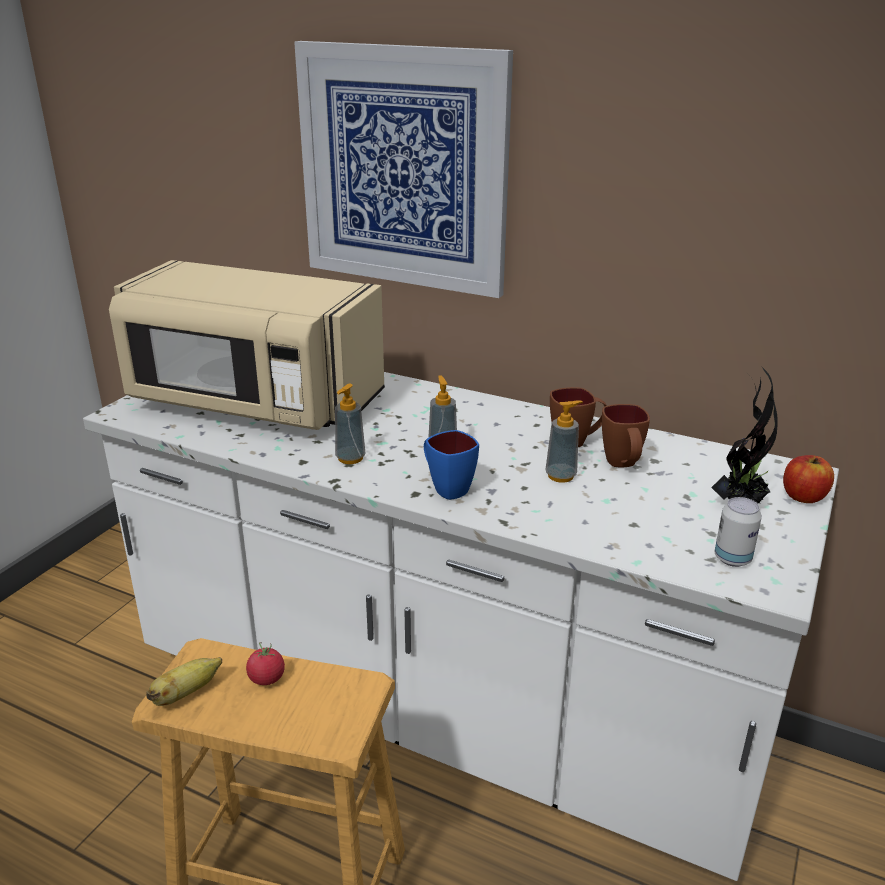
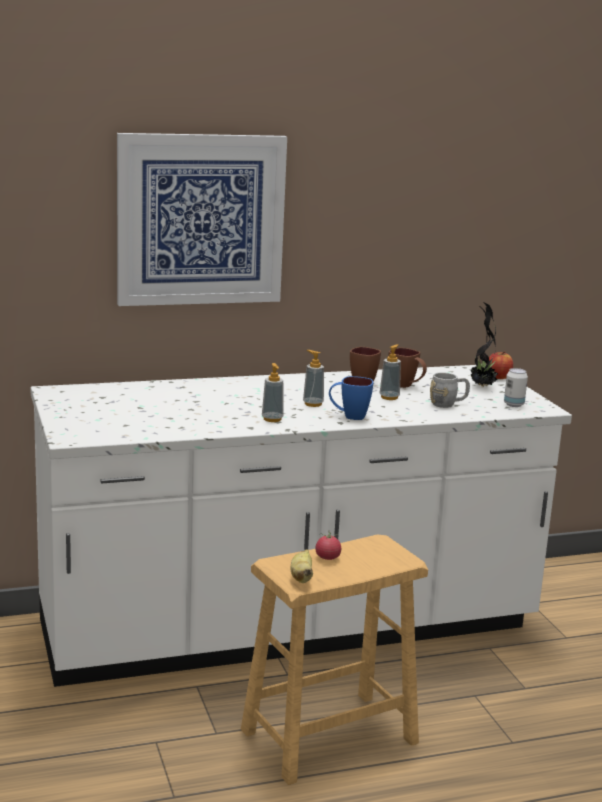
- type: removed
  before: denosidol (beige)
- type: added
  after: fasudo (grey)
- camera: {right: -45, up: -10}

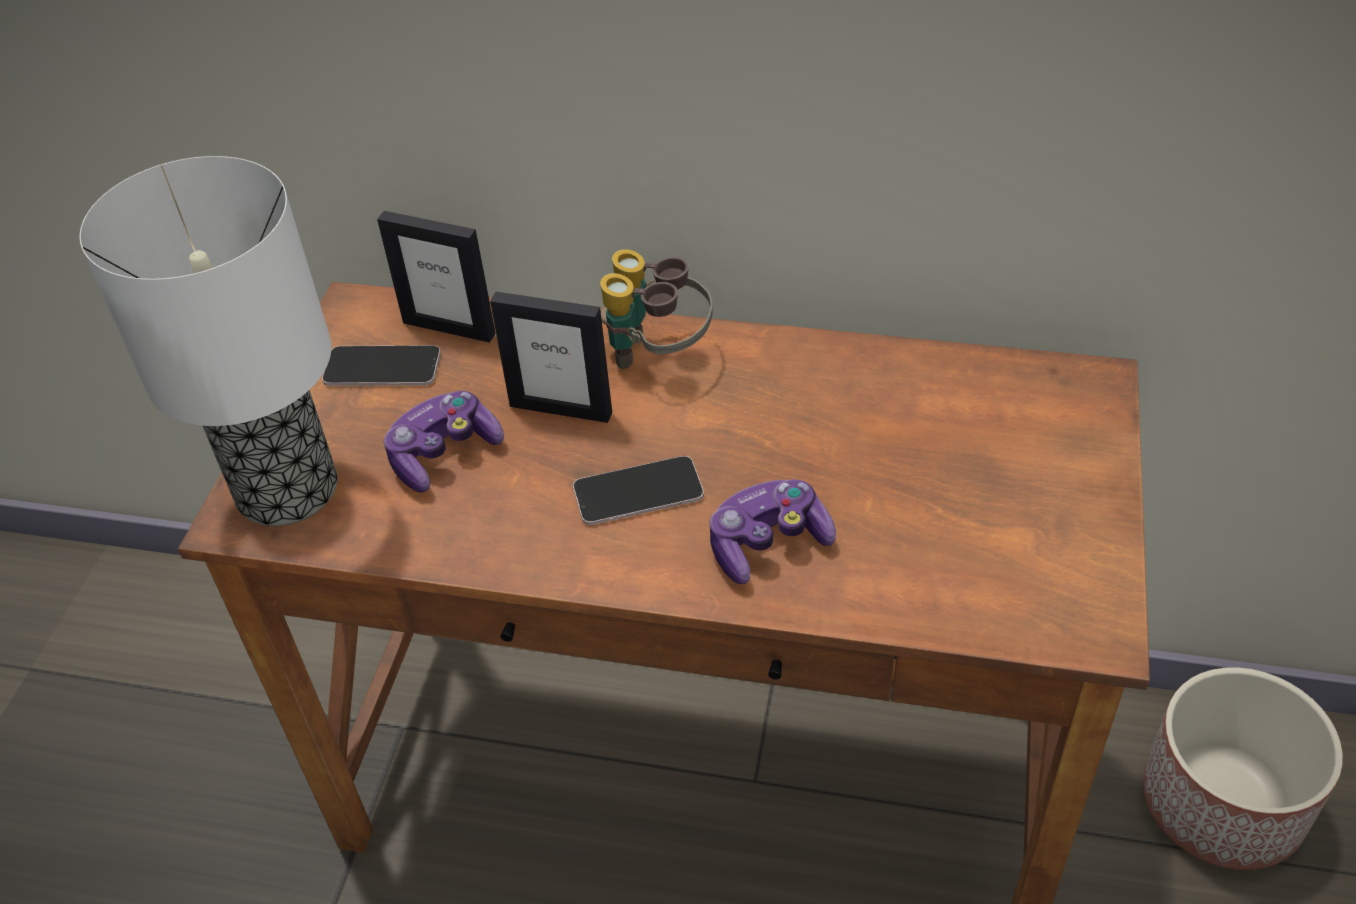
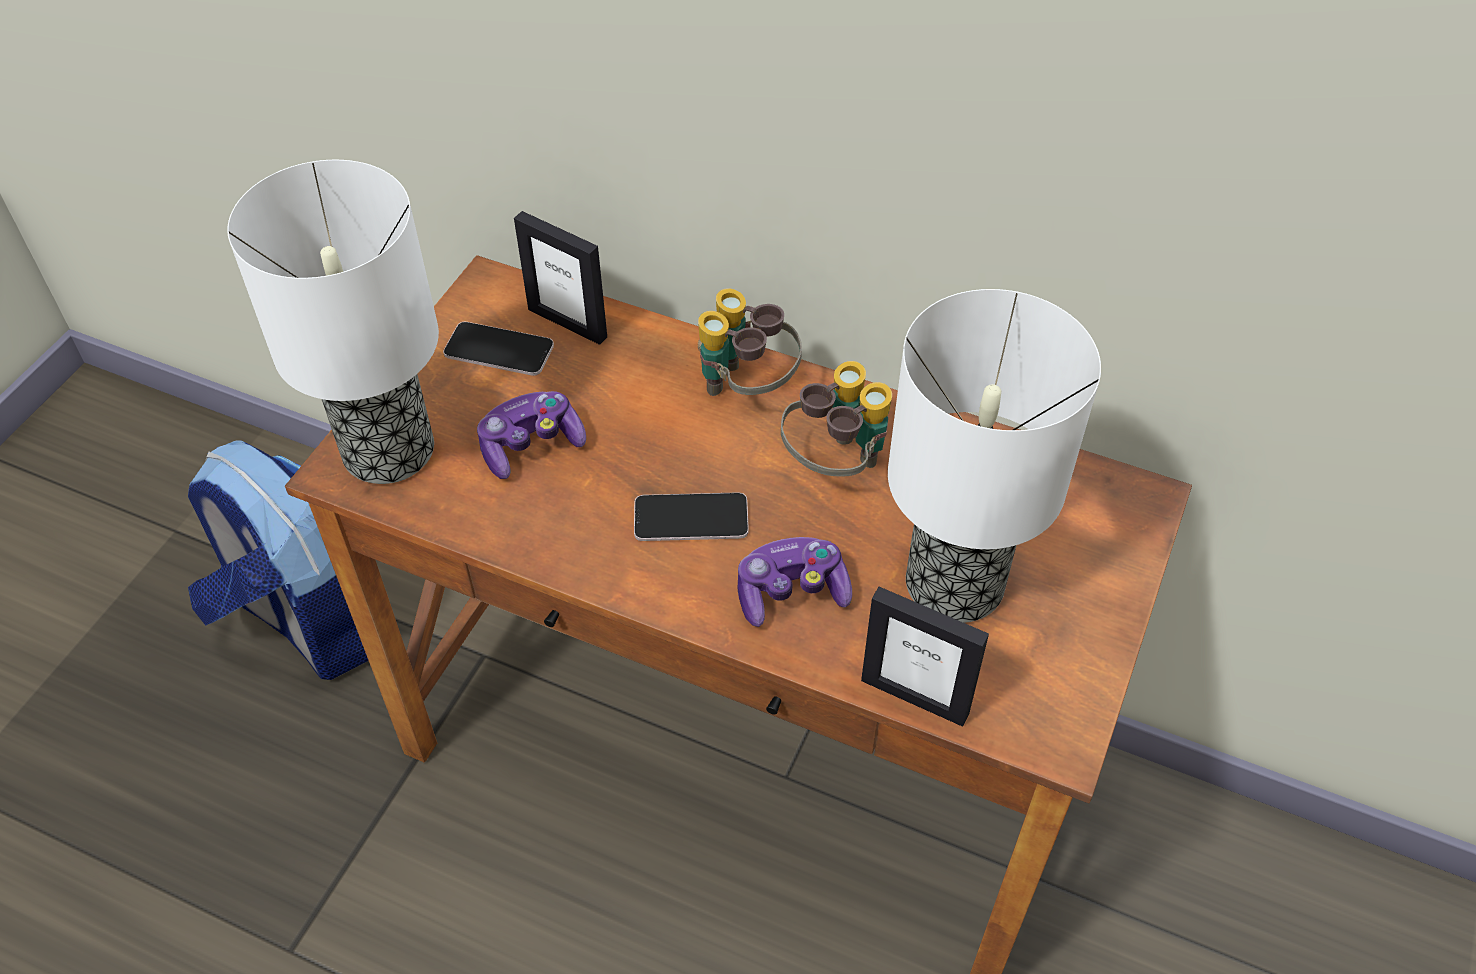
- type: moved
  before: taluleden (2nd from left)
- type: removed
  before: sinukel
- type: added
  after: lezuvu
- type: added
  after: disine (2nd from left)
- type: added
  after: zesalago (2nd from left)
- camera: {right: 10, up: 5}

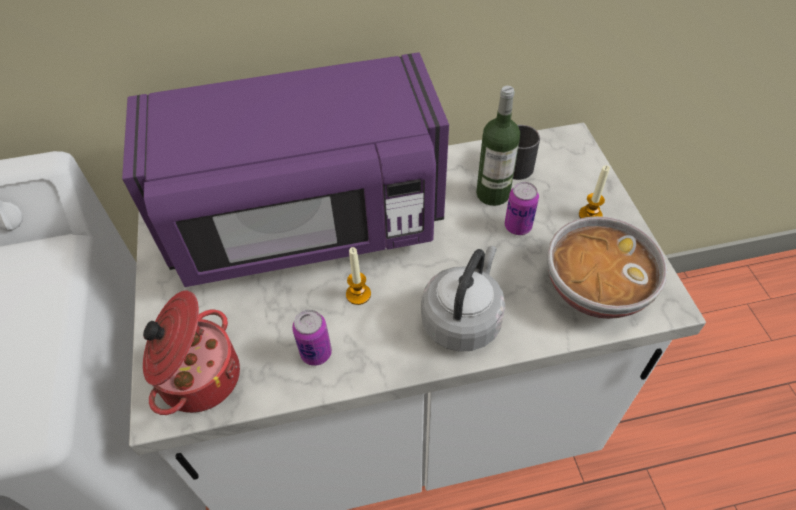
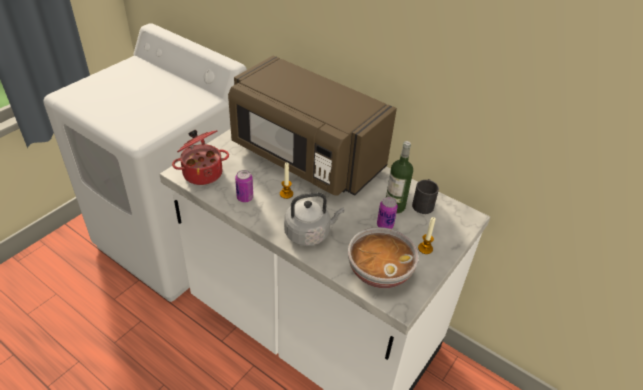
- type: recoloured
  before: denosidol (purple)
  after: denosidol (brown)
- camera: {right: 45, up: -10}

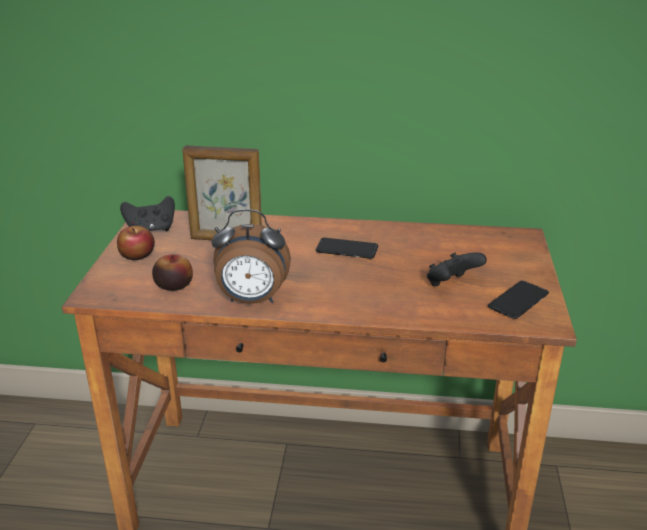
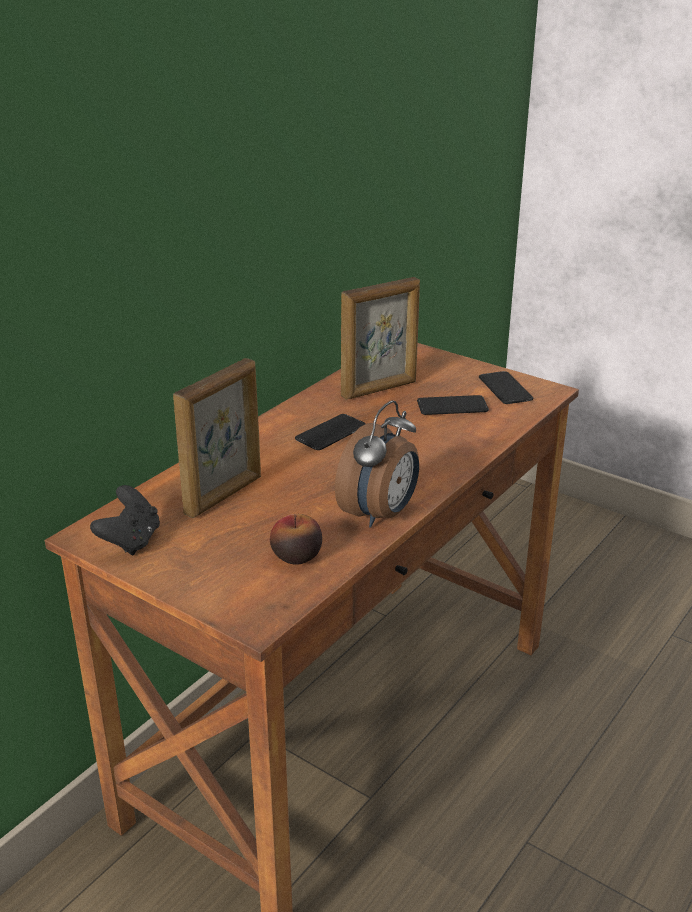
- type: removed
  before: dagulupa (1st from left)
- type: replaced
  before: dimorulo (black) (2nd from left)
  after: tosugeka (2nd from left)
- type: added
  after: taluleden (2nd from left)
- camera: {right: -60, up: 0}

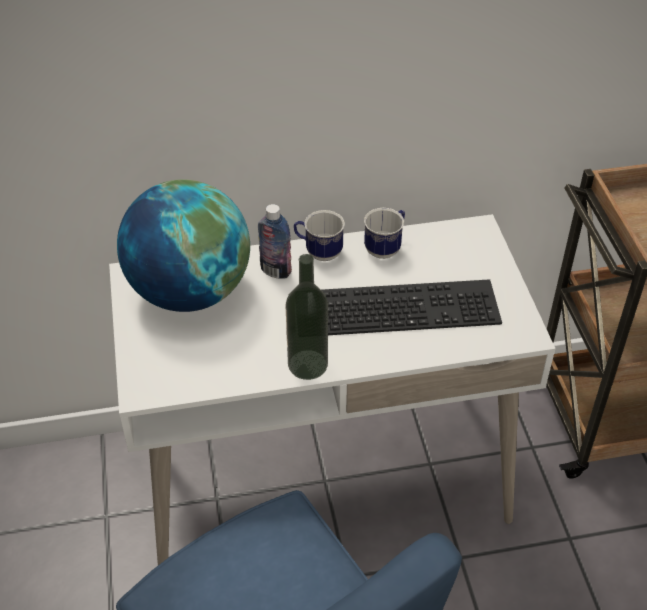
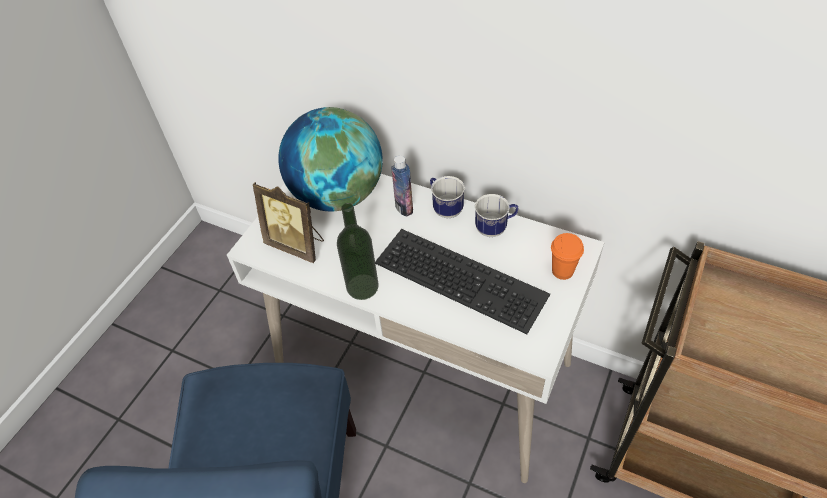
- type: added
  after: taluleden
- type: added
  after: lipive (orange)
- camera: {right: 40, up: 5}

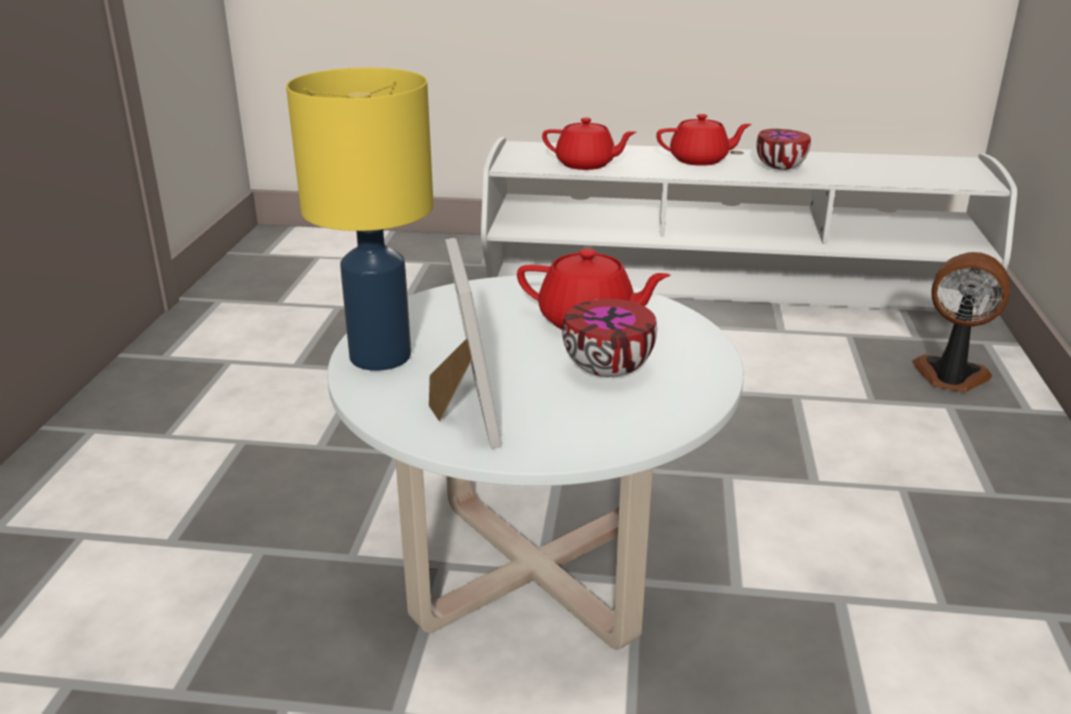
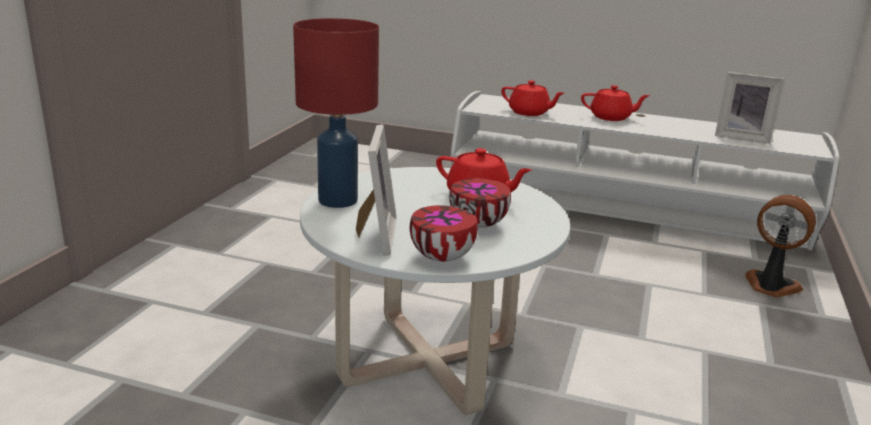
- type: recoloured
  before: zesalago (yellow)
  after: zesalago (red)
- type: moved
  before: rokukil (2nd from left in the first image)
  after: rokukil (1st from left)
- type: added
  after: taluleden (2nd from left)
- camera: {right: 10, up: -5}

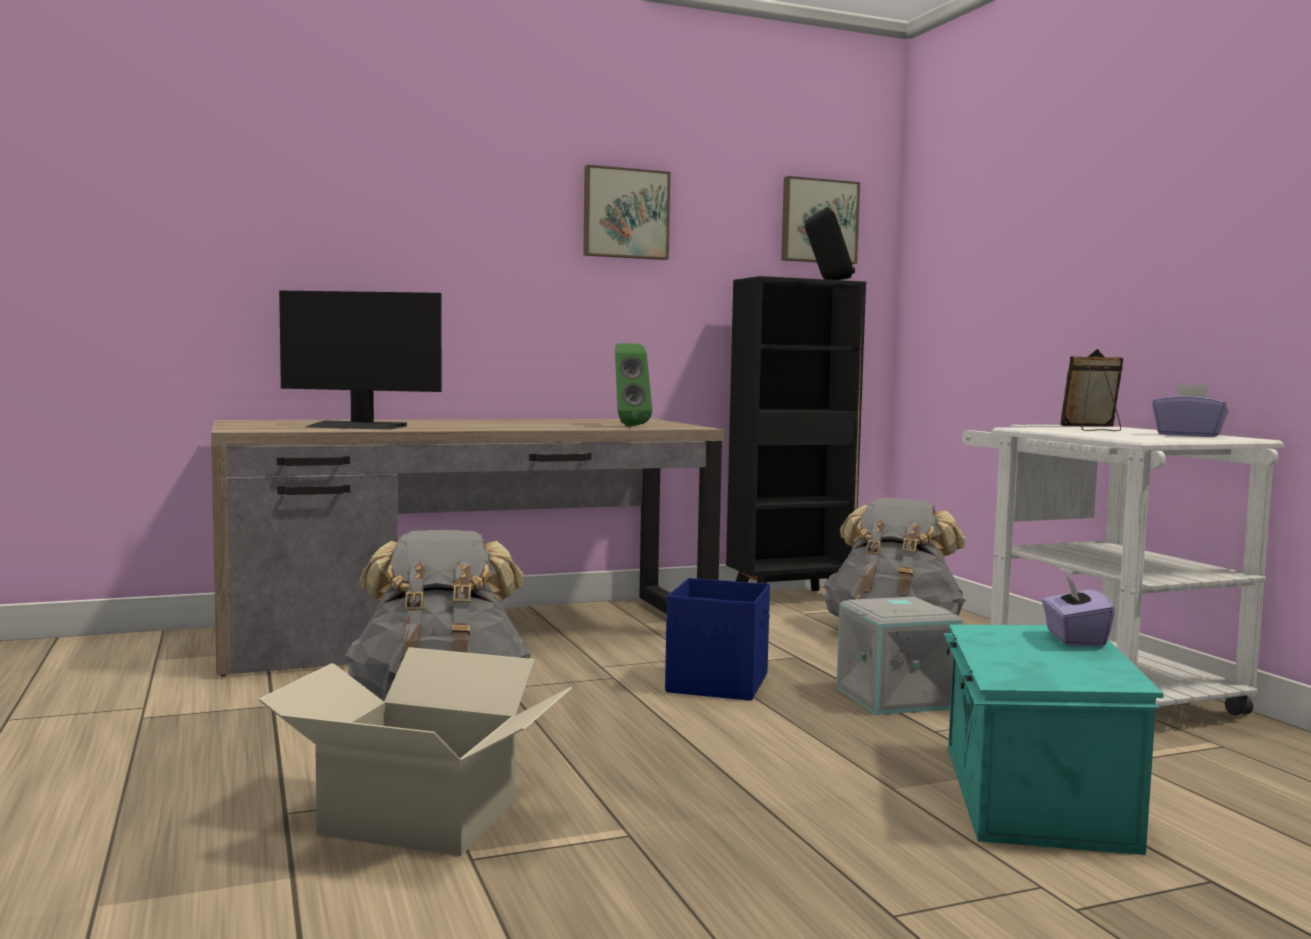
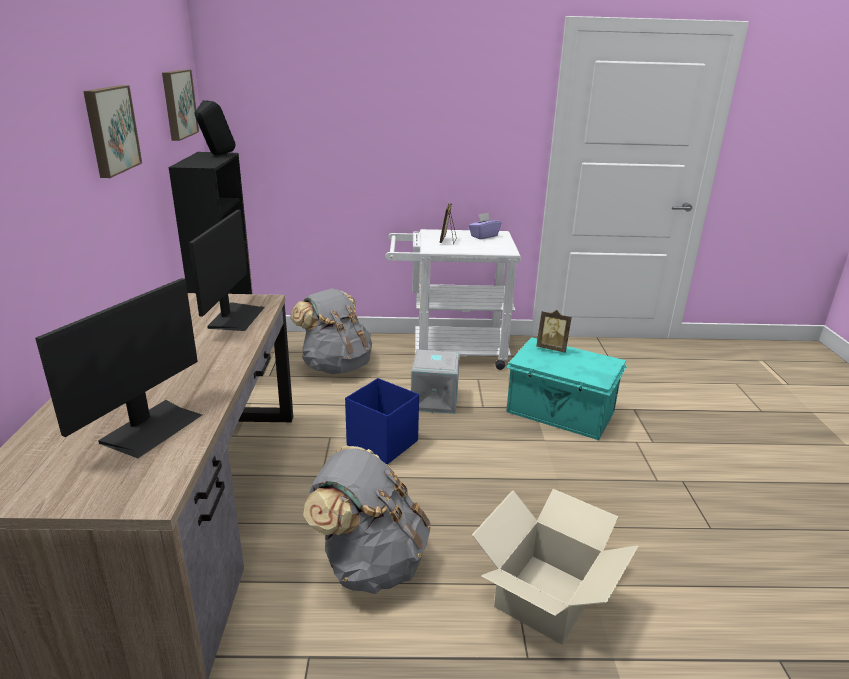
- type: replaced
  before: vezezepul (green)
  after: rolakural (2nd from left)
- type: replaced
  before: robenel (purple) (1st from left)
  after: taluleden (2nd from left)
- camera: {right: -70, up: 20}

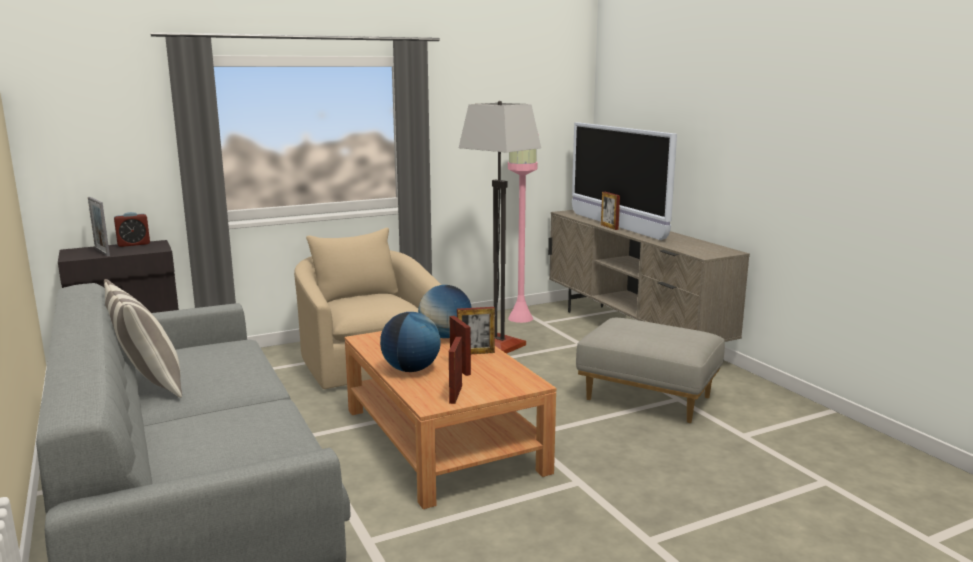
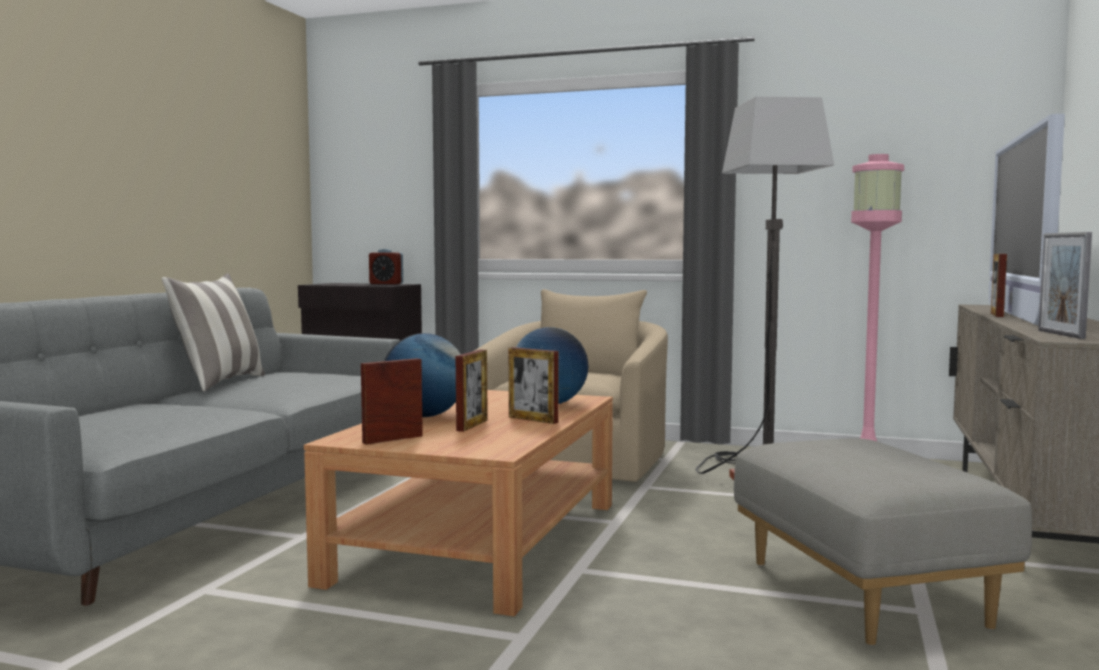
- type: moved
  before: taluleden (1st from left in the first image)
  after: taluleden (5th from left)
- camera: {right: 45, up: -10}

